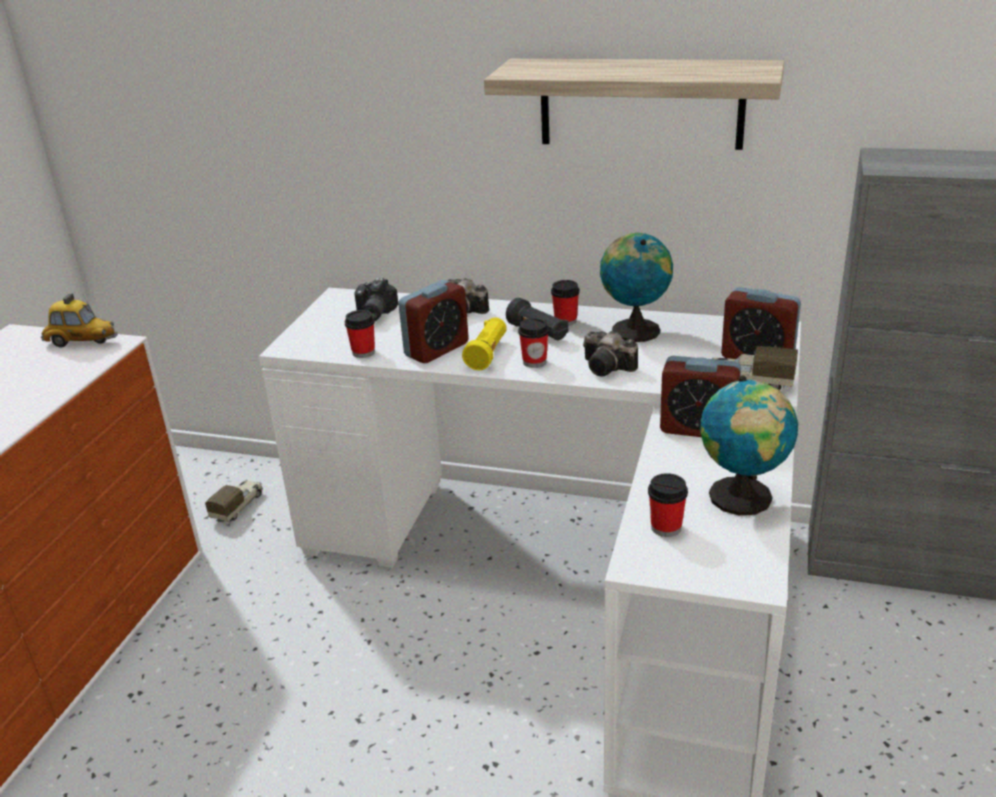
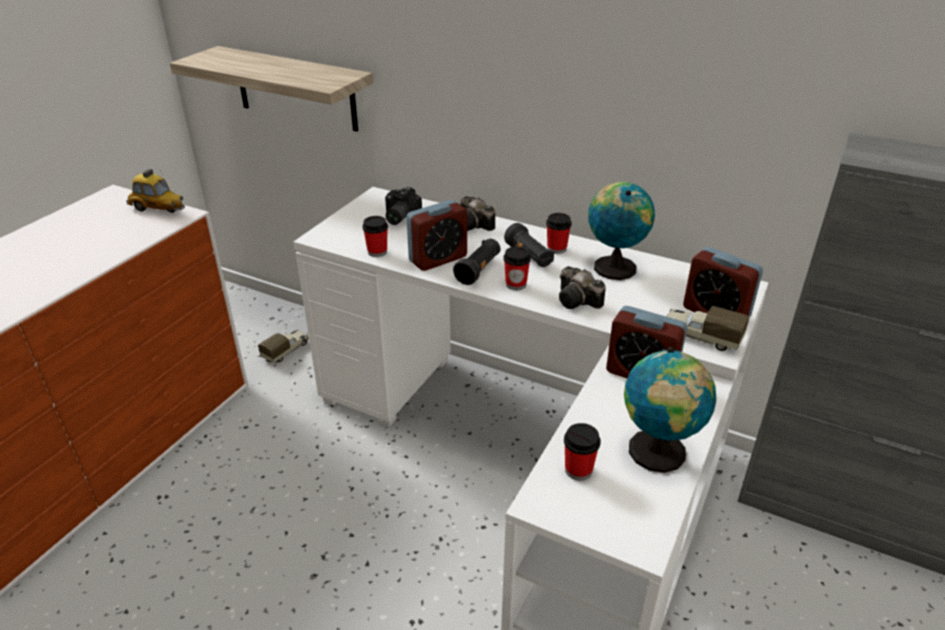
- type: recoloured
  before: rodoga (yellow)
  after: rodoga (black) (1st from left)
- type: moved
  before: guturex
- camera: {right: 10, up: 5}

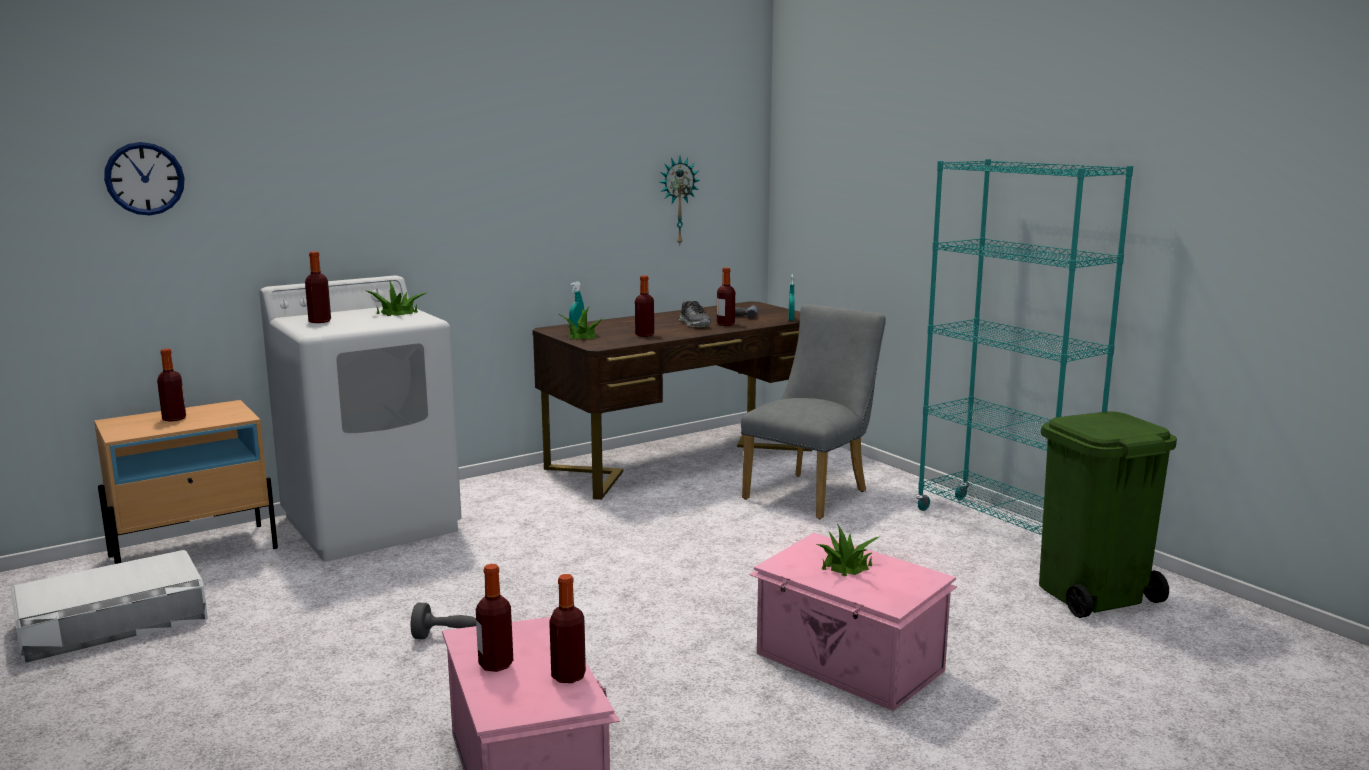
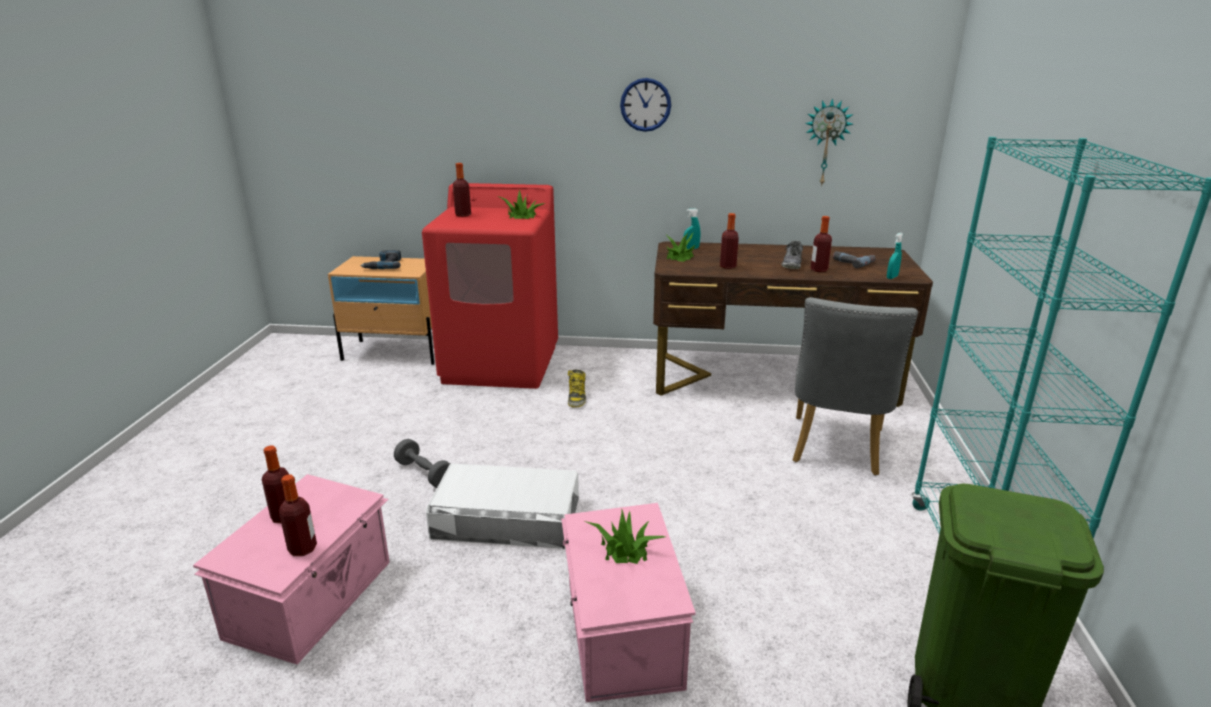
- type: moved
  before: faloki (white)
- type: moved
  before: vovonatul (1st from left)
- type: replaced
  before: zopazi (1st from left)
  after: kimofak (1st from left)
- type: recoloured
  before: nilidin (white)
  after: nilidin (red)
- type: turned
  before: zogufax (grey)
  turn: 120
- type: added
  after: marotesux
- camera: {right: 40, up: 10}

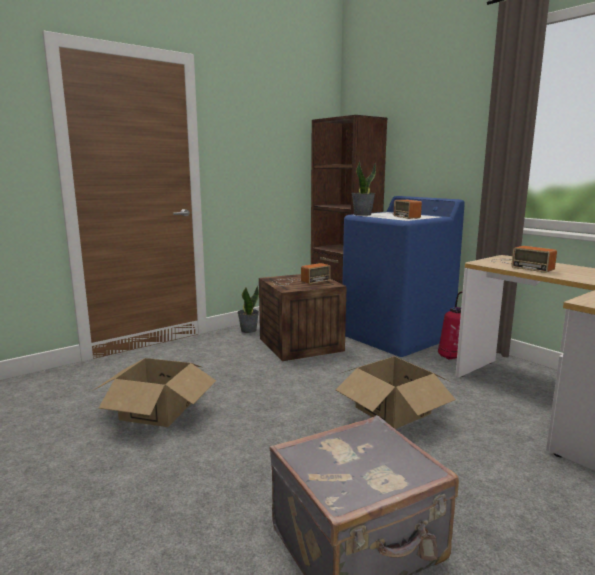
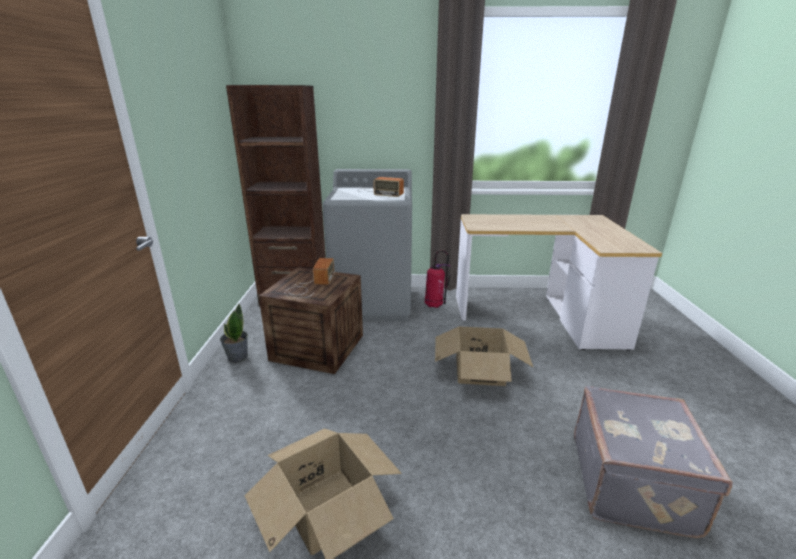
- type: recoloured
  before: nilidin (blue)
  after: nilidin (grey)
- type: removed
  before: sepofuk (2nd from left)
- type: removed
  before: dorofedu (3rd from left)
- camera: {right: -50, up: 10}

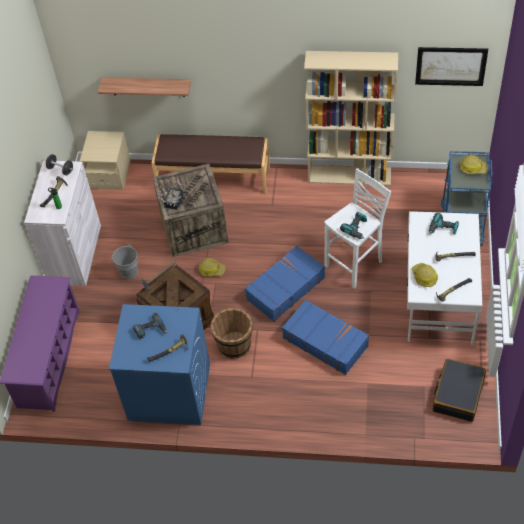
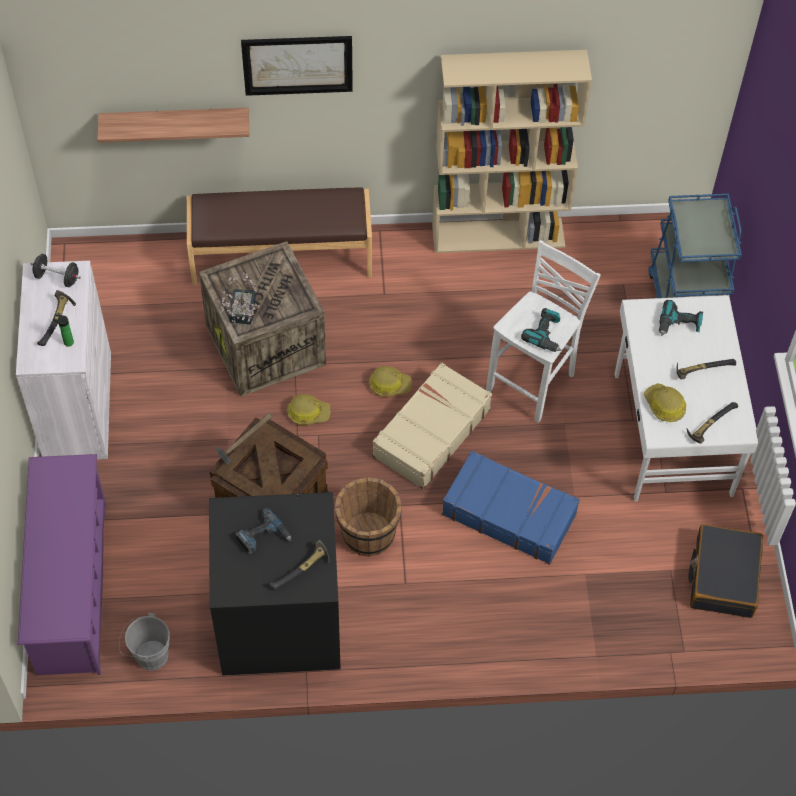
- type: removed
  before: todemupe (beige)
- type: moved
  before: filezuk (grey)
- type: recoloured
  before: nilidin (blue)
  after: nilidin (black)
- type: recoloured
  before: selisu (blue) (1st from left)
  after: selisu (beige)
- type: moved
  before: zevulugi
- type: moved
  before: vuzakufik (3rd from left in the first image)
  after: vuzakufik (2nd from left)
- camera: {right: -15, up: 5}

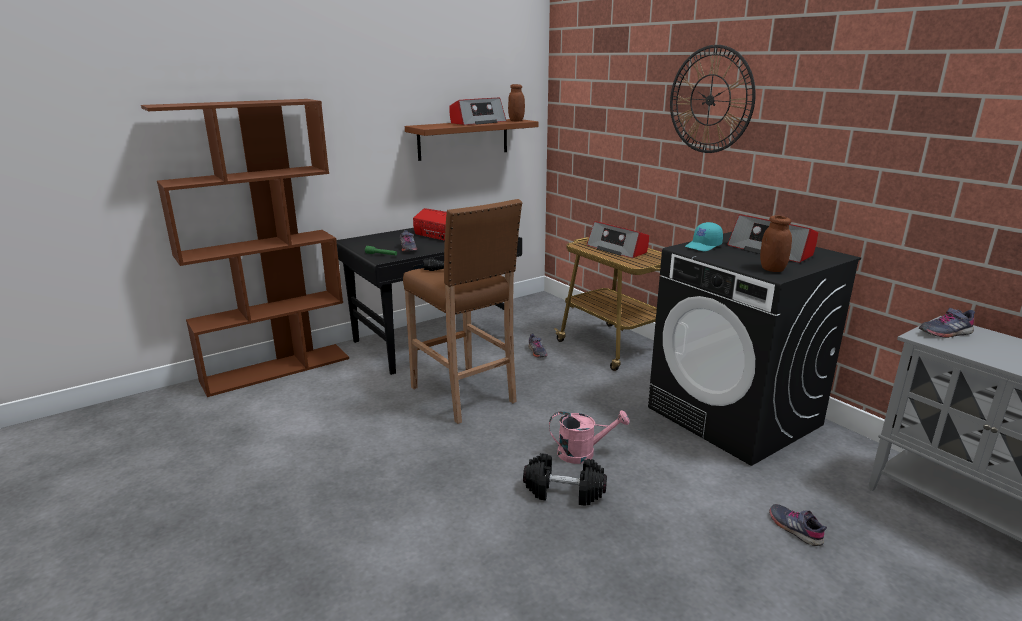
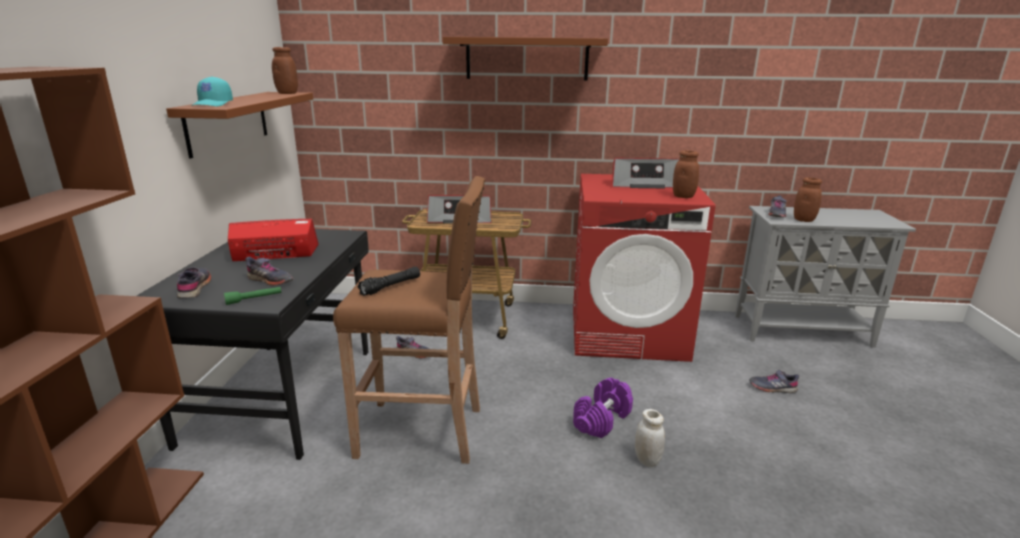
- type: removed
  before: dorofedu (2nd from left)
- type: replaced
  before: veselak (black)
  after: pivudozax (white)
- type: replaced
  before: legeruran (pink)
  after: veselak (purple)
- type: recoloured
  before: nilidin (black)
  after: nilidin (red)
- type: replaced
  before: vovonatul
  after: guturex (brown) (2nd from left)
- type: moved
  before: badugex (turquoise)
- type: added
  after: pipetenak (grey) (1st from left)
- type: added
  after: pivudozax (brown) (3rd from left)
- camera: {right: -50, up: 0}

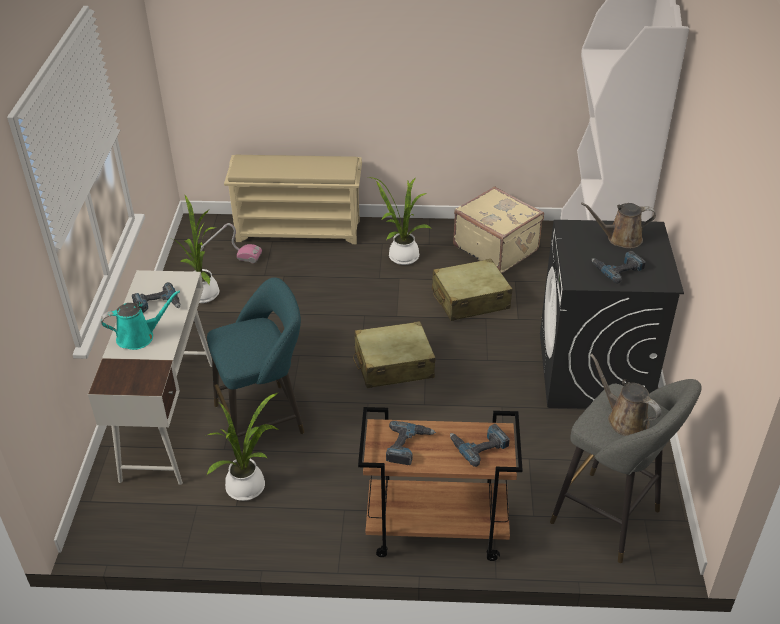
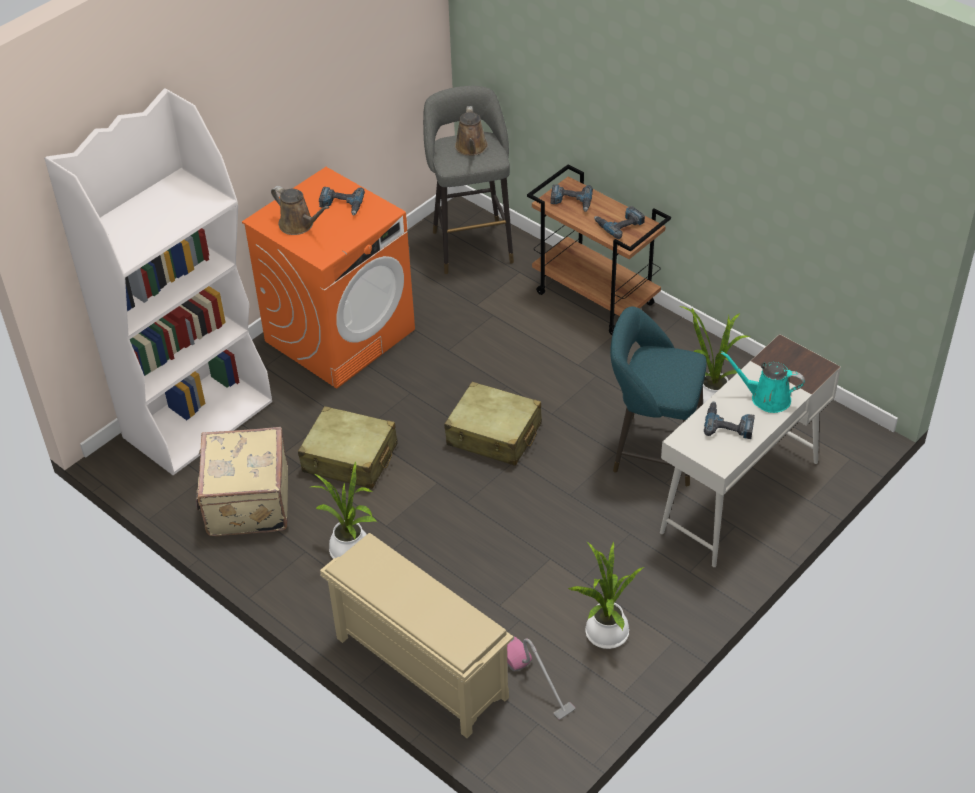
- type: recoloured
  before: nilidin (black)
  after: nilidin (orange)
- camera: {right: -140, up: 5}

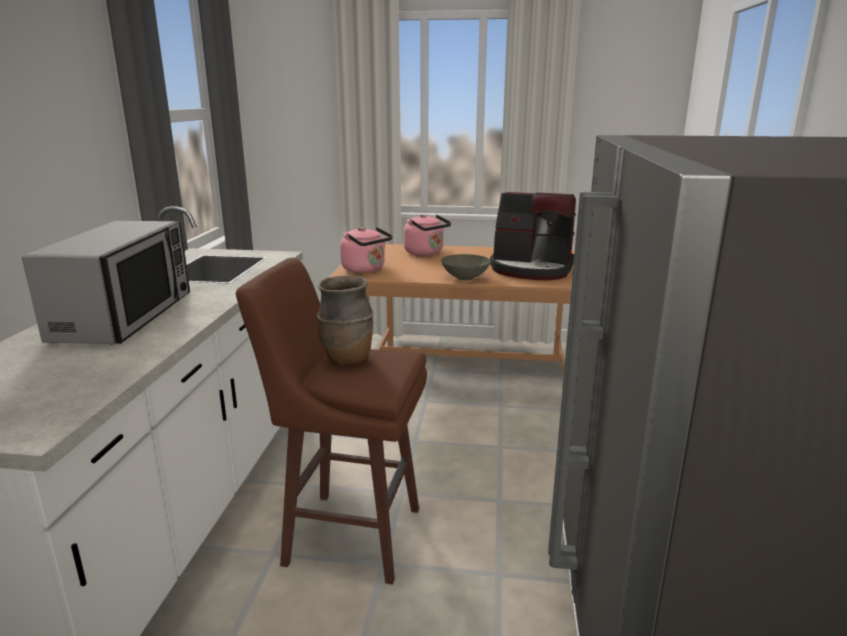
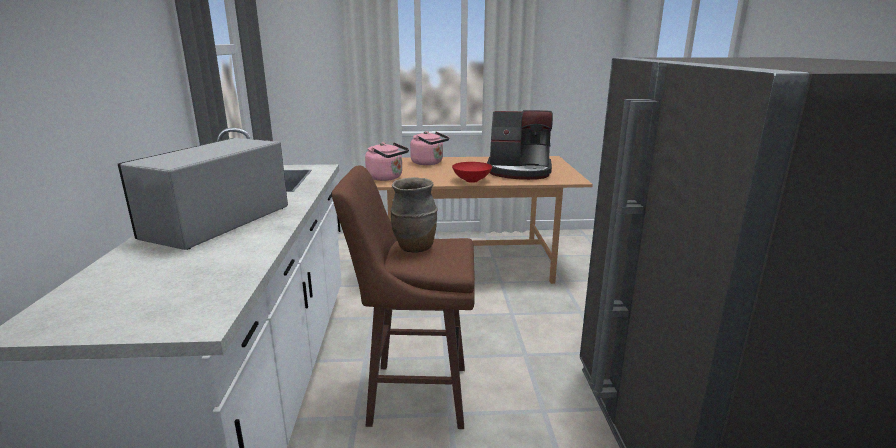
- type: turned
  before: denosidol
  turn: -150
- type: recoloured
  before: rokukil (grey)
  after: rokukil (red)
- camera: {right: -10, up: 0}

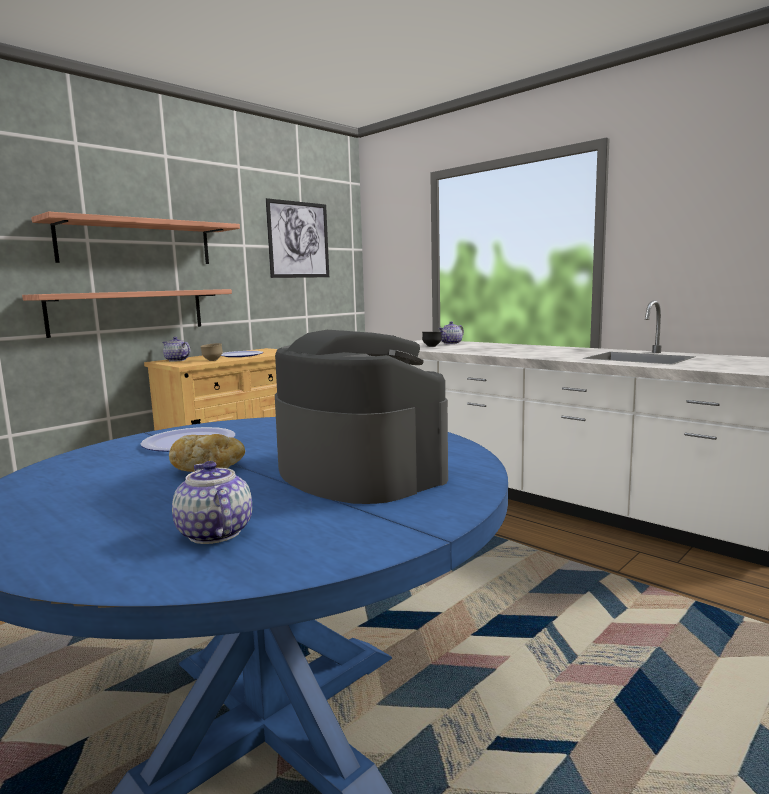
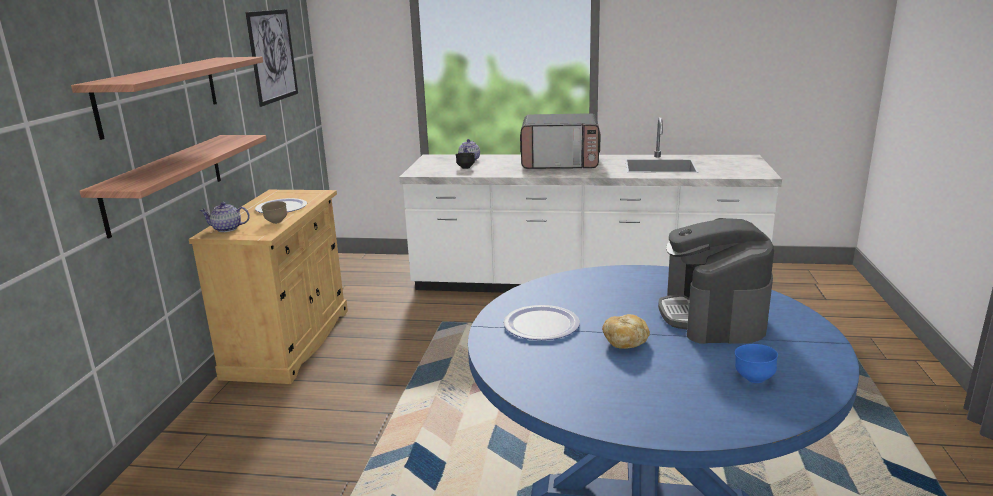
- type: replaced
  before: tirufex (2nd from left)
  after: rokukil (blue)
- type: turned
  before: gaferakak
  turn: -105
- type: added
  after: denosidol
- camera: {right: -35, up: 10}

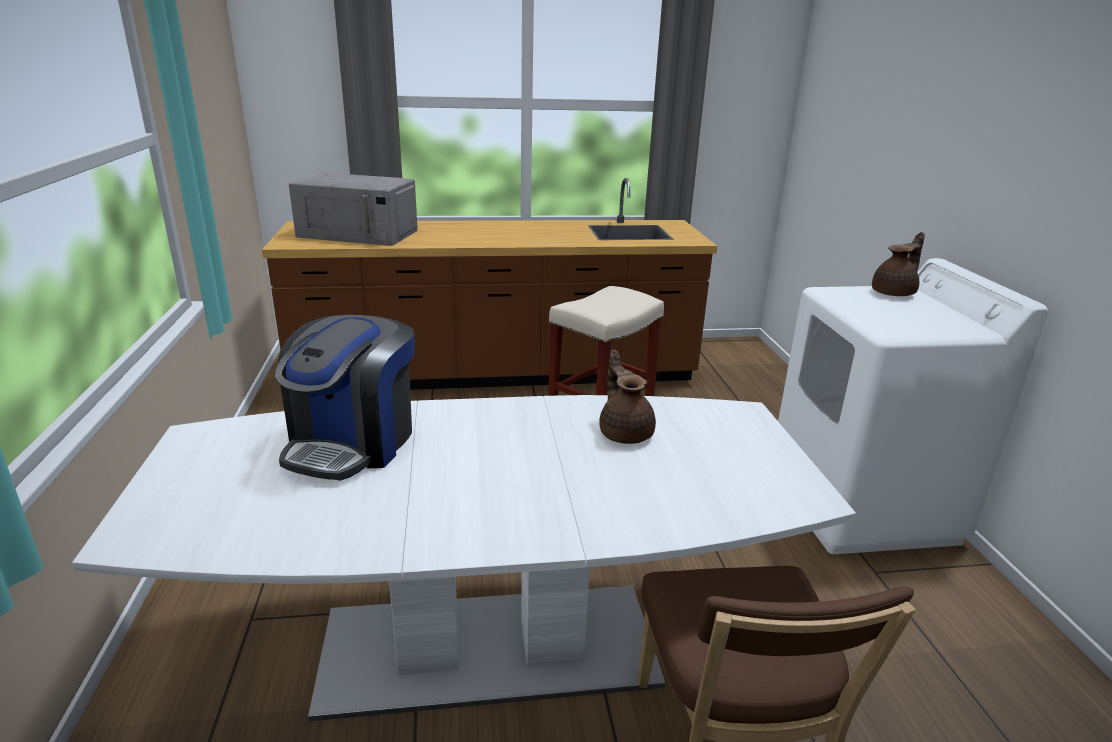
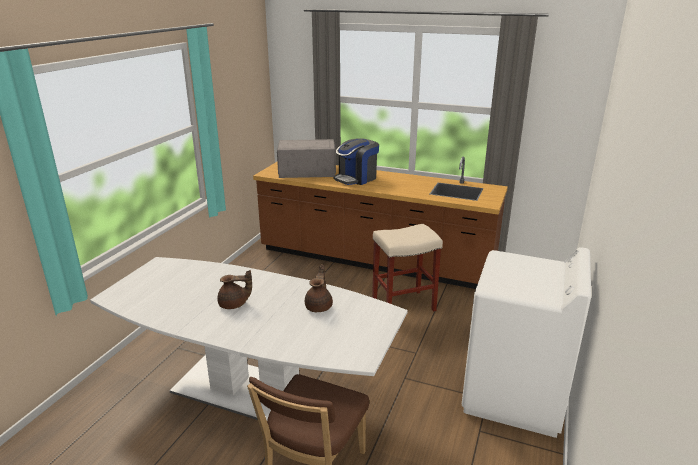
- type: moved
  before: gaferakak
- type: turned
  before: denosidol (grey)
  turn: 135
- type: moved
  before: tirufex (brown) (2nd from left in the first image)
  after: tirufex (brown) (1st from left)
- camera: {right: 30, up: 0}

